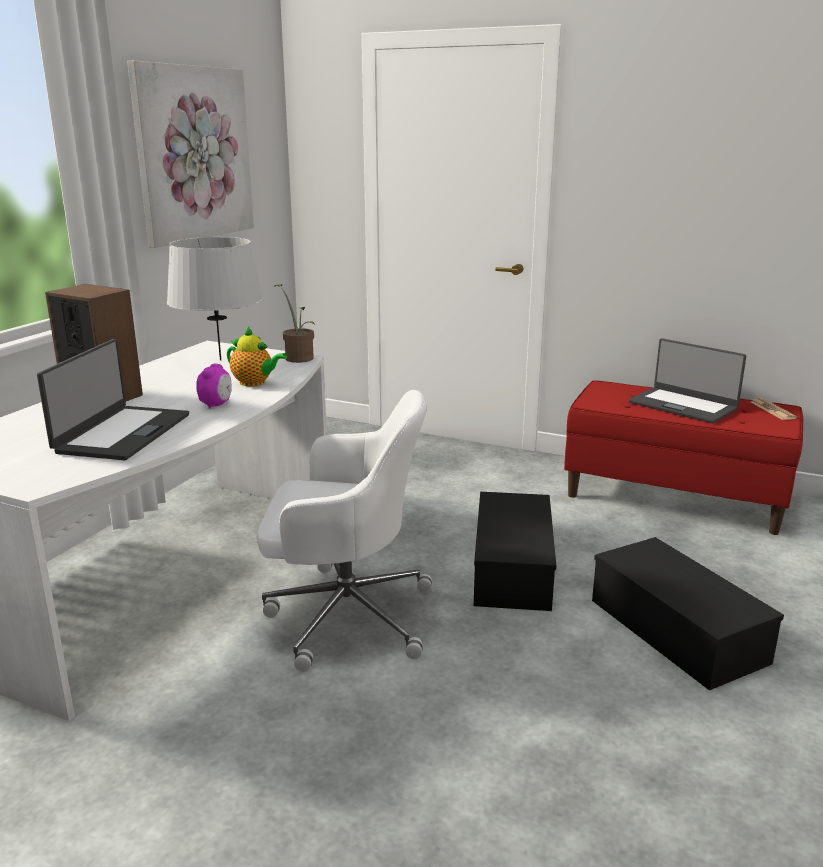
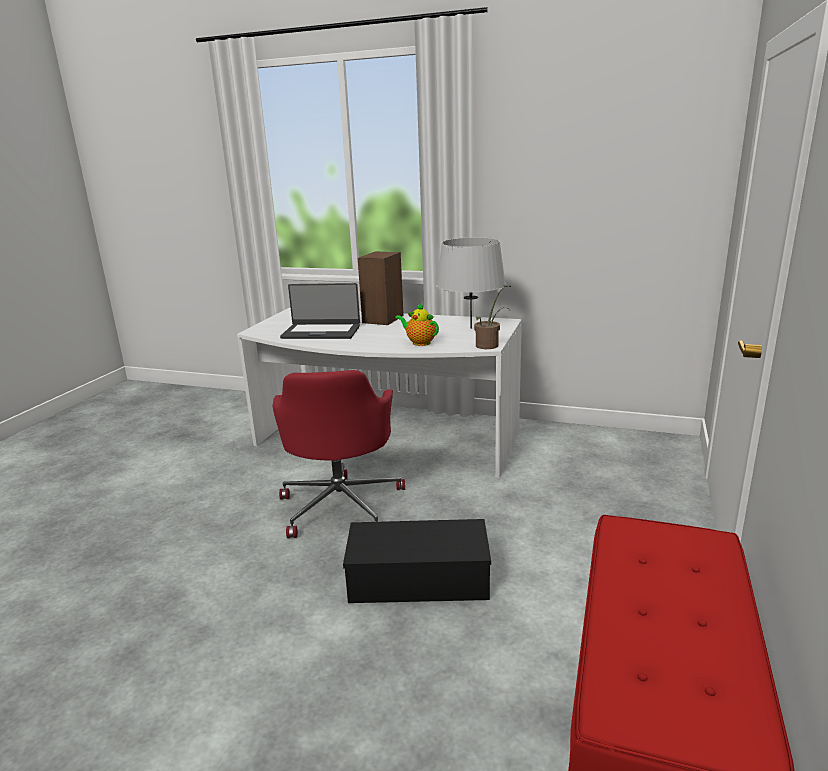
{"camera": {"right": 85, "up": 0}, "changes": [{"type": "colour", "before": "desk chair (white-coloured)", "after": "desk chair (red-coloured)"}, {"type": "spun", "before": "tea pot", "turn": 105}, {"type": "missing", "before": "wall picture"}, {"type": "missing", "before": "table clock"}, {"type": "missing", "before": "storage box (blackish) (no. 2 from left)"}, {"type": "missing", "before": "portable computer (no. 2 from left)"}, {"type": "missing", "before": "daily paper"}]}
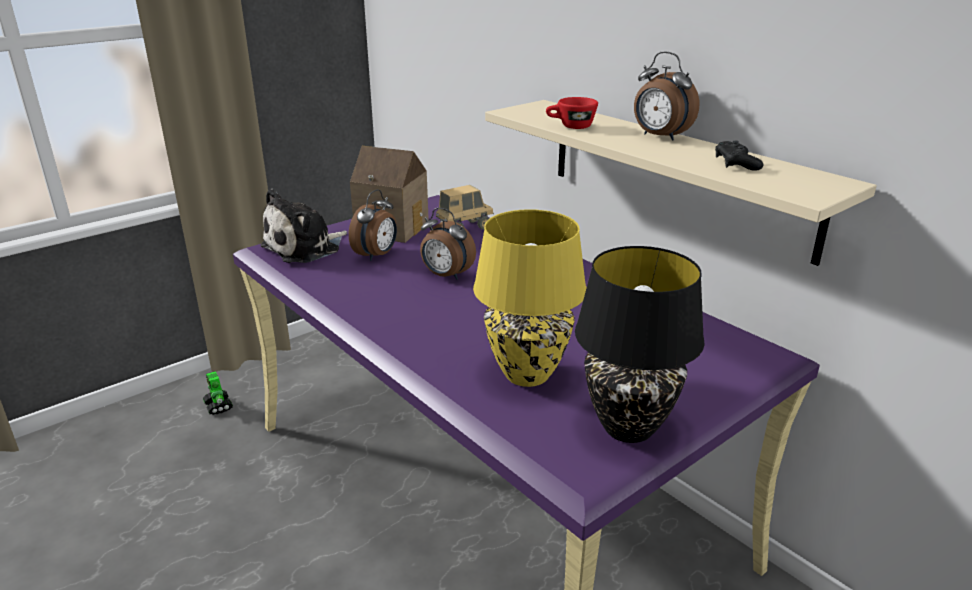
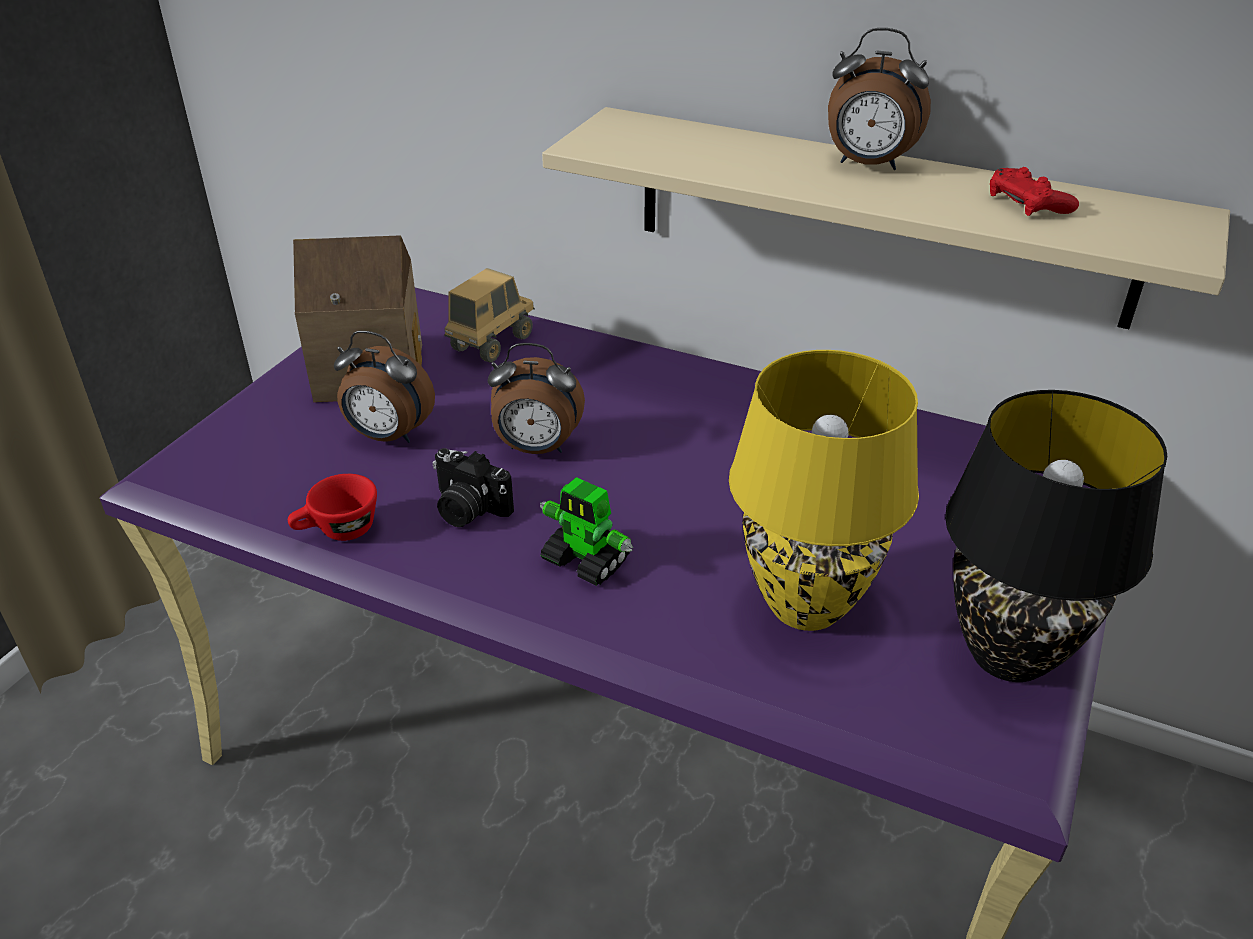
{"camera": {"right": -25, "up": 10}, "changes": [{"type": "relocated", "before": "drinking cup (red-coloured)"}, {"type": "spun", "before": "table clock (no. 1 from left)", "turn": 105}, {"type": "appeared", "after": "still camera"}, {"type": "relocated", "before": "toy robot"}, {"type": "colour", "before": "game controller (blackish)", "after": "game controller (red-coloured)"}, {"type": "missing", "before": "soft toy"}]}
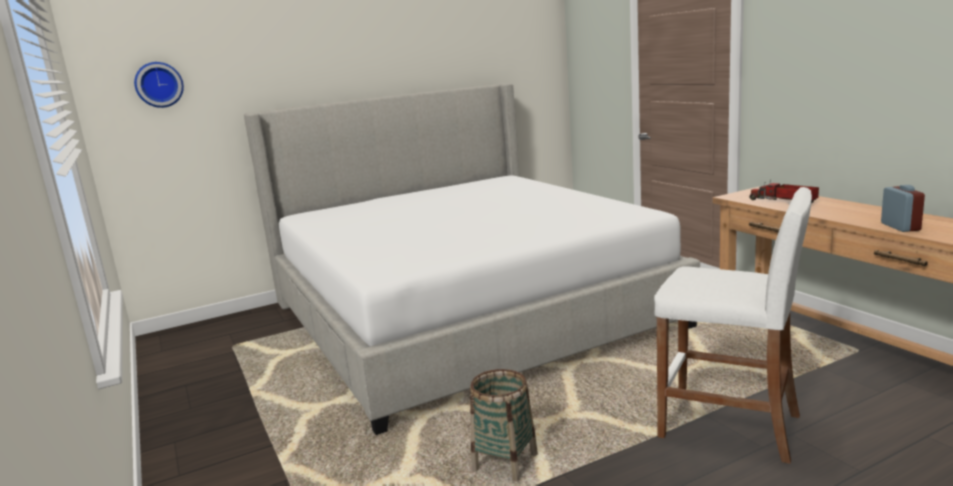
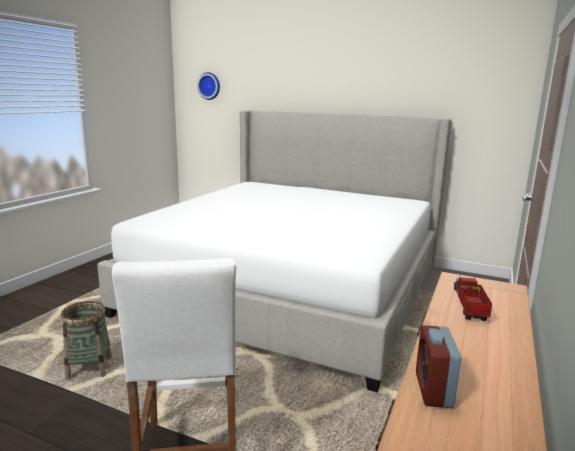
{"camera": {"right": 50, "up": 0}, "changes": [{"type": "spun", "before": "table clock", "turn": 135}]}
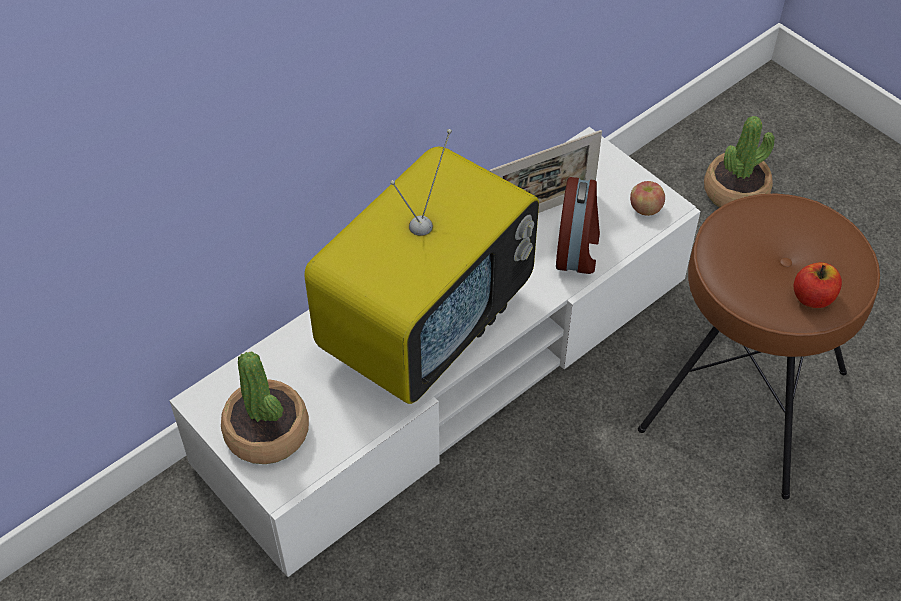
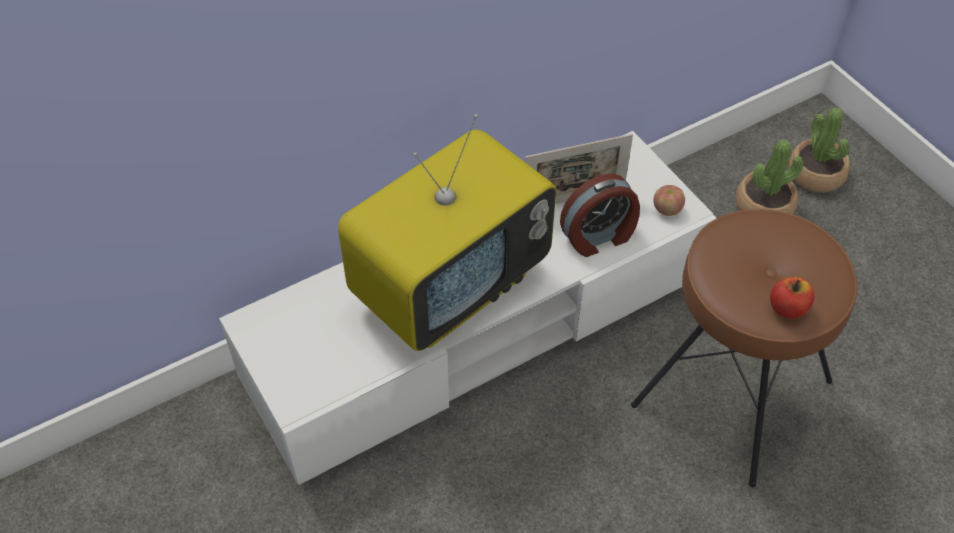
{"camera": {"right": 10, "up": 0}, "changes": [{"type": "spun", "before": "table clock", "turn": 45}, {"type": "relocated", "before": "houseplant (no. 1 from left in the first image)", "after": "houseplant (no. 2 from left)"}]}
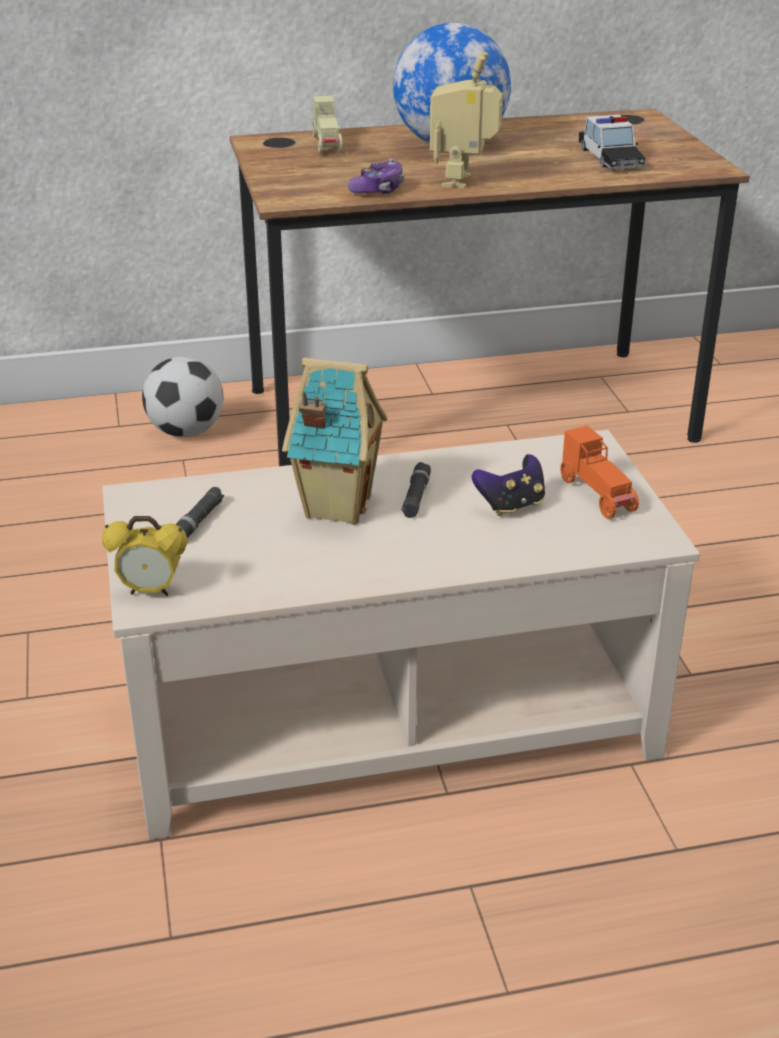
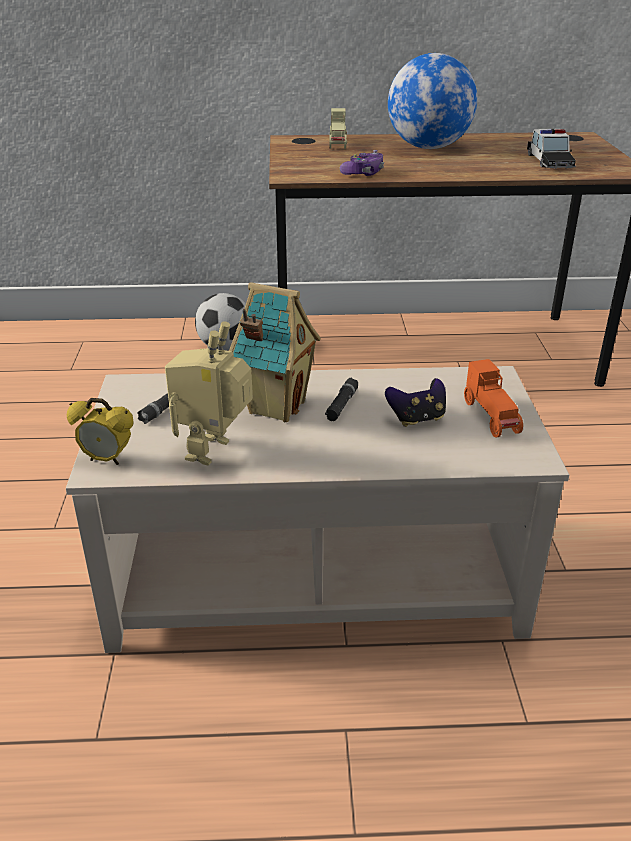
{"camera": {"right": 10, "up": 0}, "changes": [{"type": "relocated", "before": "toy robot"}]}
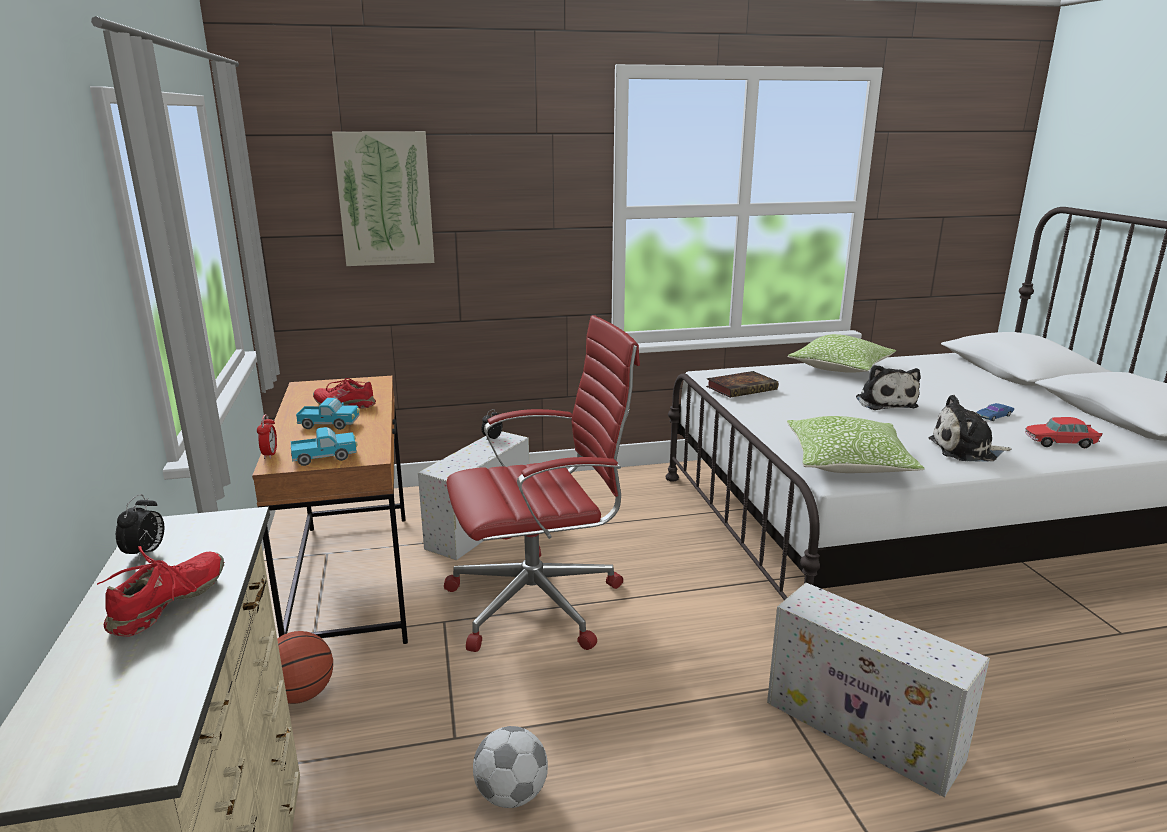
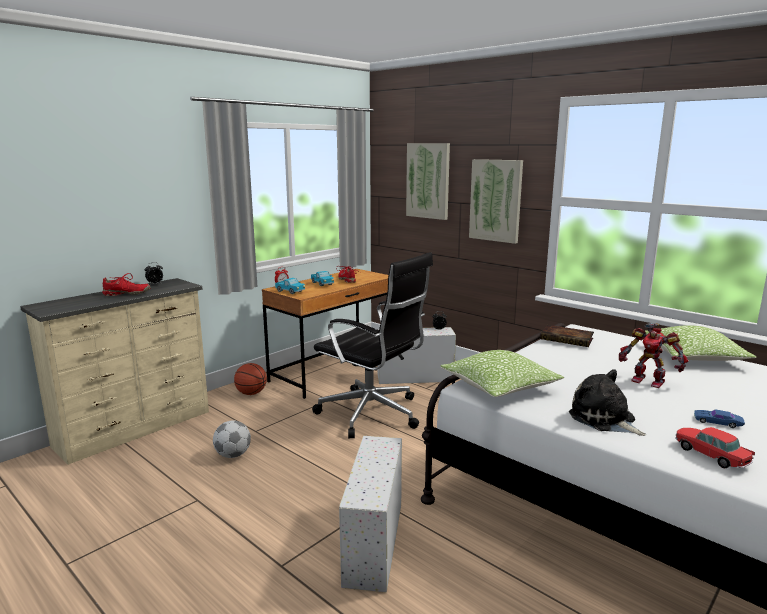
{"camera": {"right": 55, "up": -5}, "changes": [{"type": "colour", "before": "desk chair (red-coloured)", "after": "desk chair (blackish)"}, {"type": "appeared", "after": "wall picture (no. 2 from left)"}, {"type": "exchanged", "before": "soft toy (no. 1 from left)", "after": "toy robot"}]}
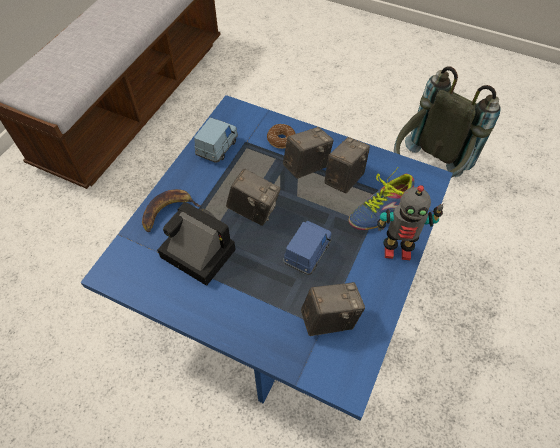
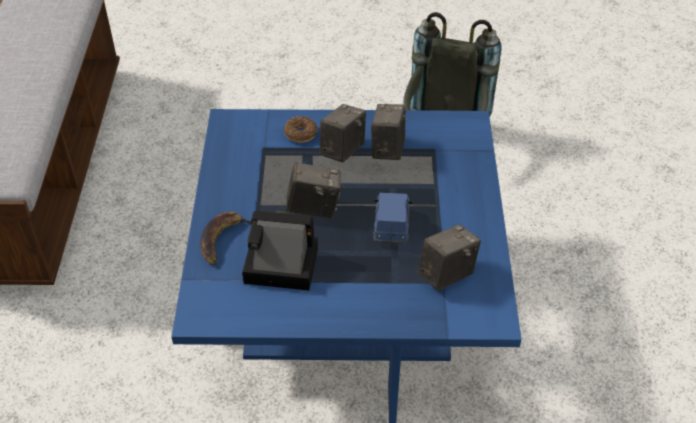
{"camera": {"right": -25, "up": -10}, "changes": [{"type": "missing", "before": "toy car (bluish) (no. 1 from left)"}, {"type": "missing", "before": "shoe"}, {"type": "missing", "before": "toy robot"}]}
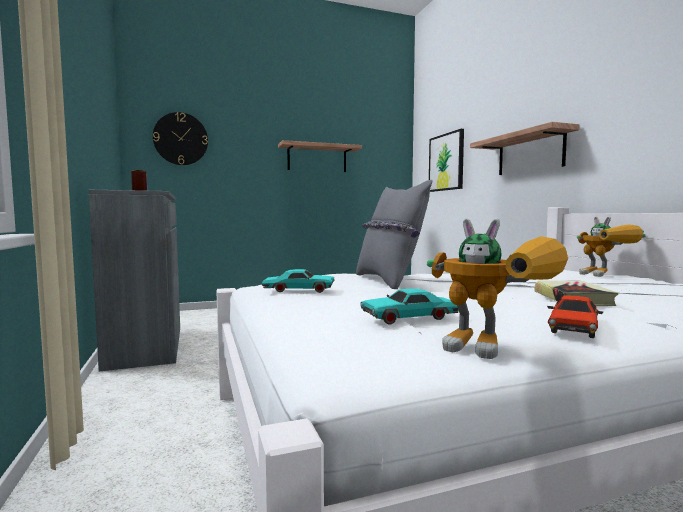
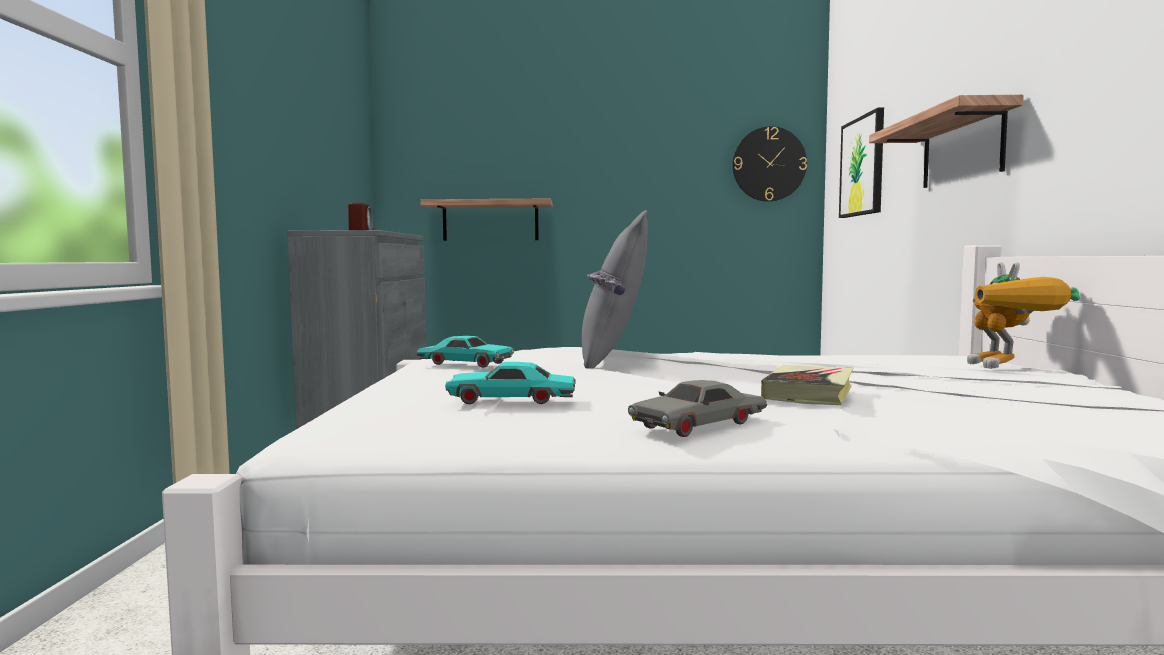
{"camera": {"right": 20, "up": 0}, "changes": [{"type": "relocated", "before": "bracket shelf (no. 1 from left)"}, {"type": "colour", "before": "toy car (red-coloured)", "after": "toy car (grey)"}, {"type": "relocated", "before": "clock on the wall"}, {"type": "missing", "before": "toy robot (no. 1 from left)"}]}
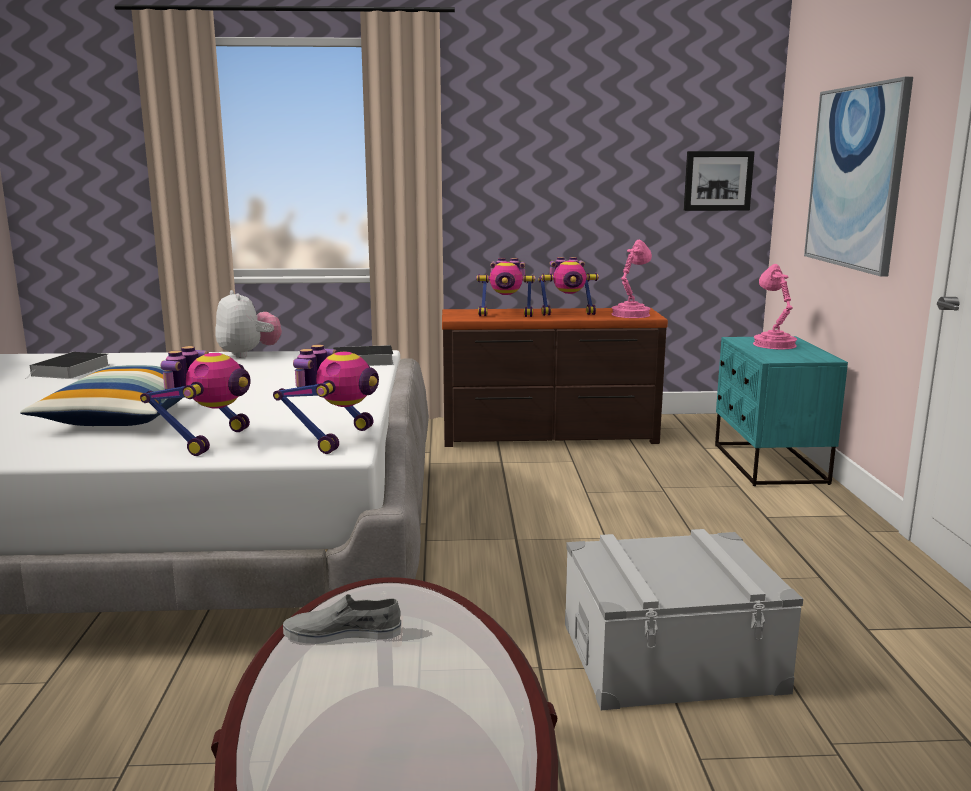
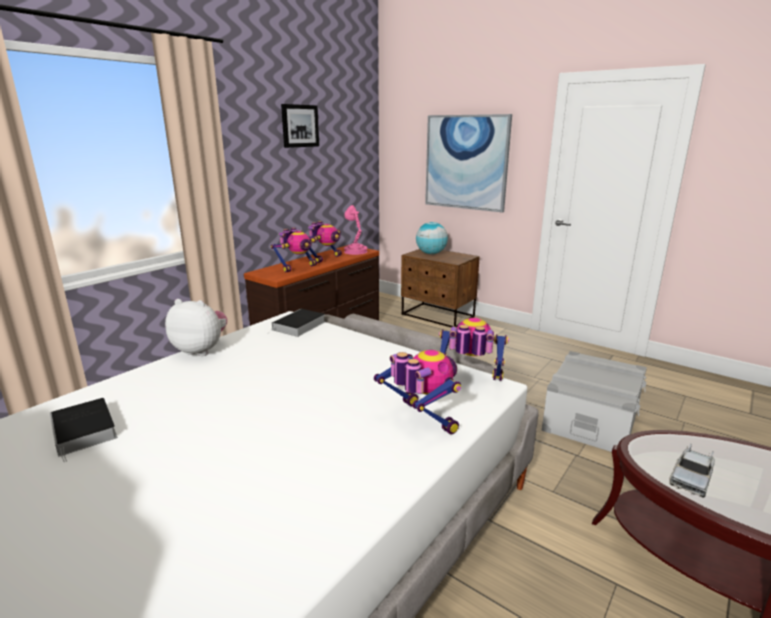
{"camera": {"right": -50, "up": 5}, "changes": [{"type": "relocated", "before": "wall picture (no. 1 from left)"}, {"type": "colour", "before": "night table (turquoise)", "after": "night table (brownish)"}, {"type": "exchanged", "before": "lamp for a table (pink) (no. 2 from left)", "after": "globe"}, {"type": "spun", "before": "toy robot (no. 2 from left in the first image)", "turn": -45}, {"type": "exchanged", "before": "shoe (grey)", "after": "toy lorry"}, {"type": "missing", "before": "throw pillow"}]}
